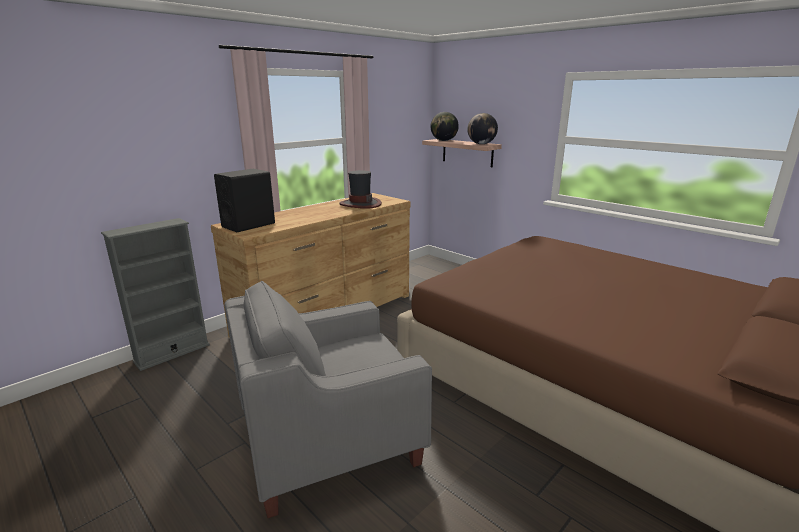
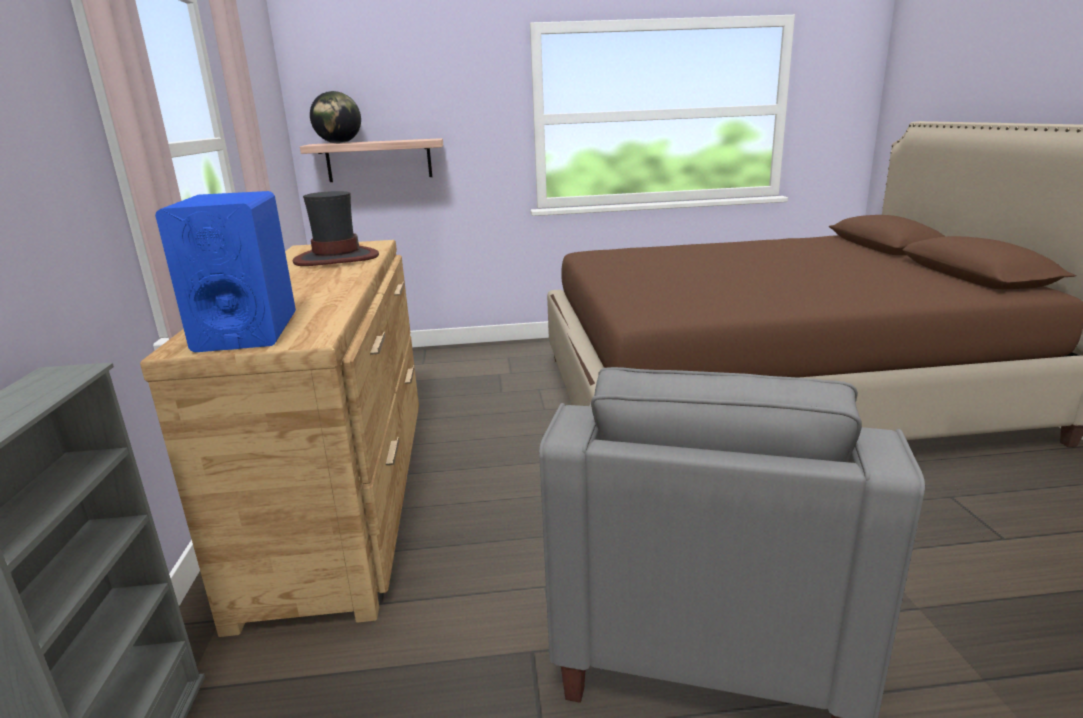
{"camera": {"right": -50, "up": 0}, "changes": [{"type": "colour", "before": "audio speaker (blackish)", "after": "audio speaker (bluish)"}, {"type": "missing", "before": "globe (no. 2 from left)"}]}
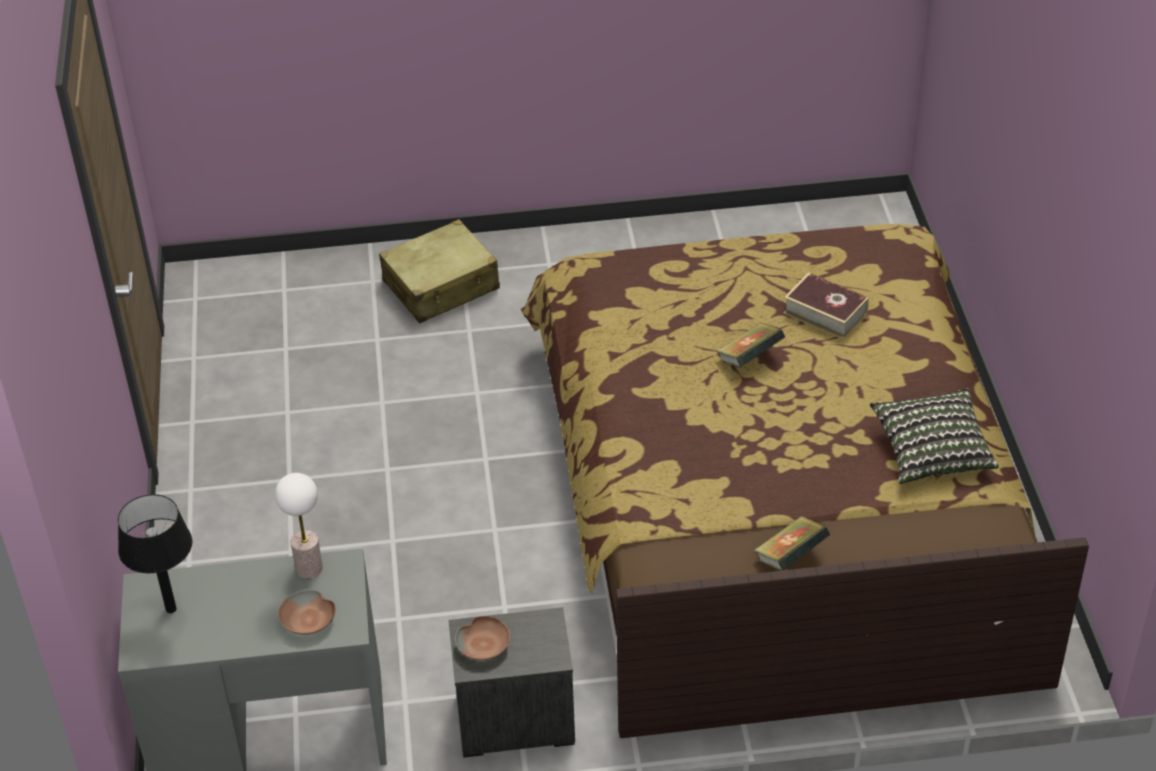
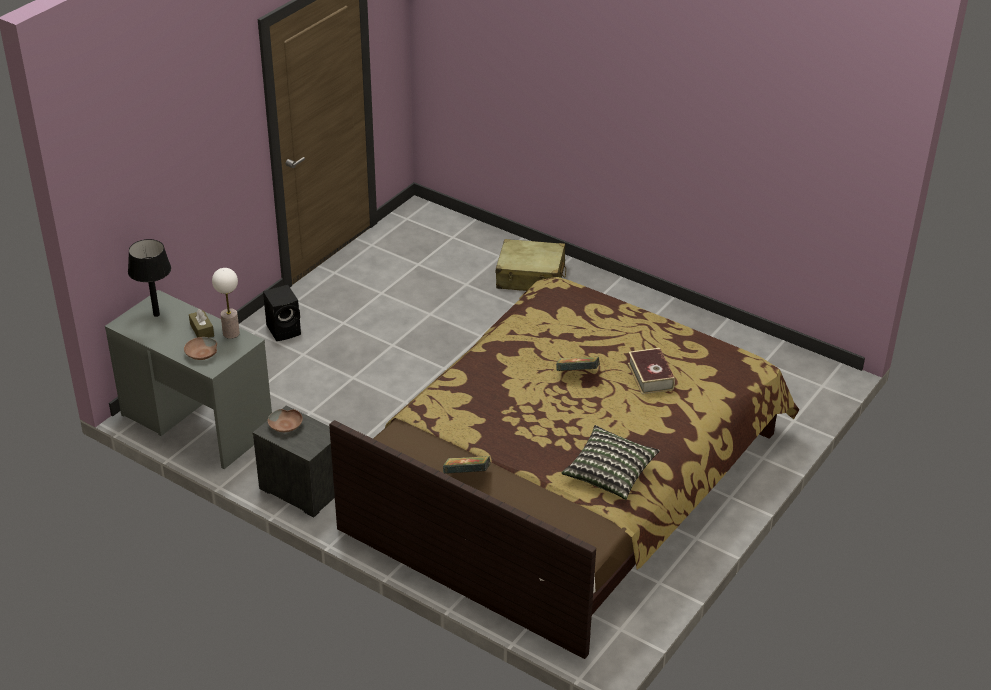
{"camera": {"right": 40, "up": -5}, "changes": [{"type": "appeared", "after": "tissue holder (brownish)"}, {"type": "appeared", "after": "audio speaker (blackish)"}]}
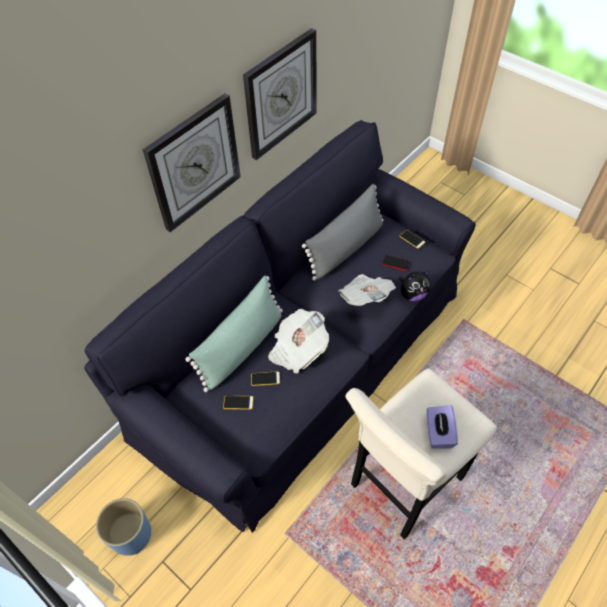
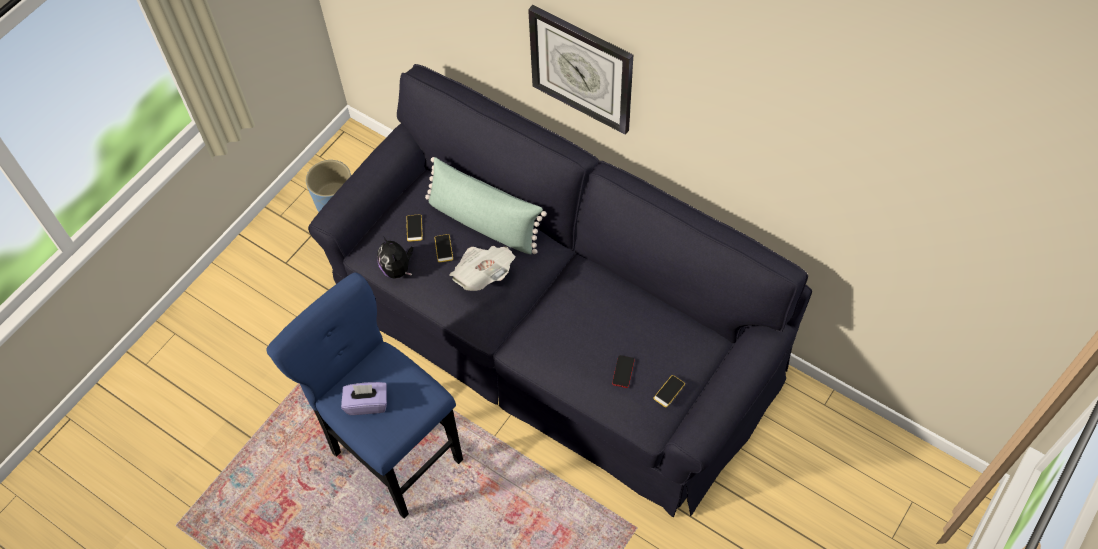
{"camera": {"right": 85, "up": 5}, "changes": [{"type": "colour", "before": "sitting stool (beige)", "after": "sitting stool (bluish)"}, {"type": "relocated", "before": "soft toy"}, {"type": "missing", "before": "clock on the wall (no. 2 from left)"}, {"type": "missing", "before": "throw pillow (grey)"}, {"type": "missing", "before": "daily paper (no. 2 from left)"}]}
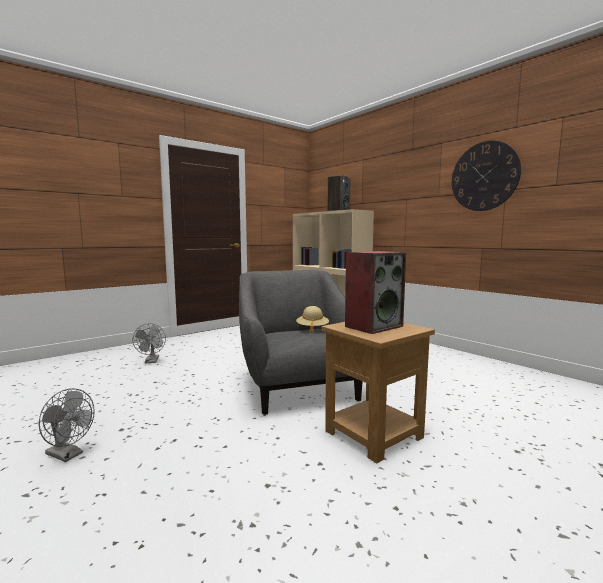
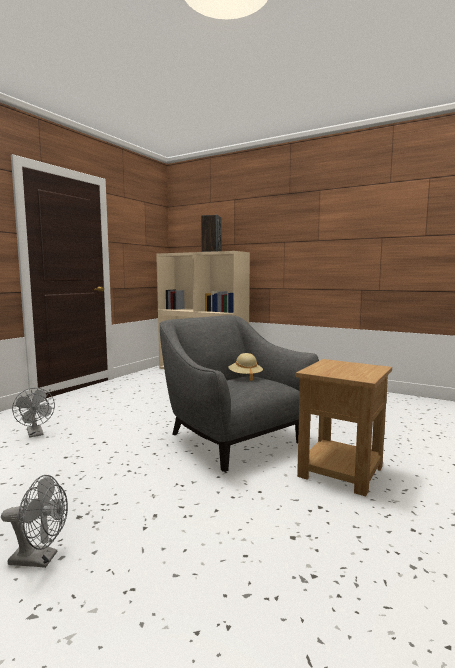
{"camera": {"right": -20, "up": 0}, "changes": [{"type": "missing", "before": "audio speaker (no. 2 from left)"}, {"type": "missing", "before": "clock on the wall"}]}
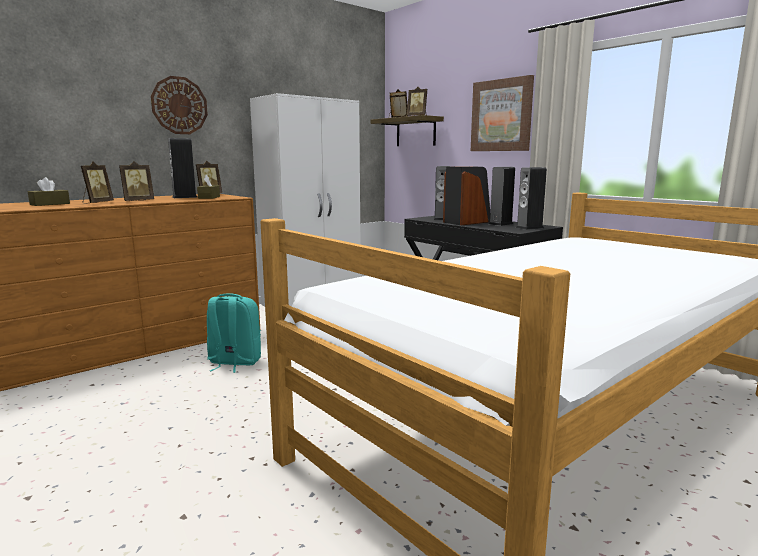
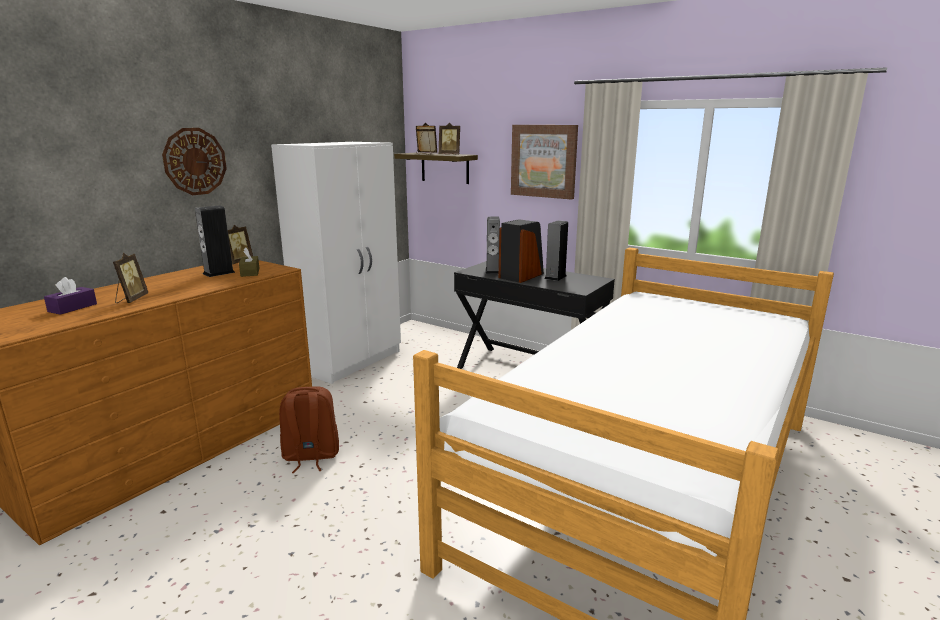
{"camera": {"right": -15, "up": 5}, "changes": [{"type": "colour", "before": "tissue holder (brownish) (no. 1 from left)", "after": "tissue holder (purple-coloured)"}, {"type": "colour", "before": "knapsack (turquoise)", "after": "knapsack (brownish)"}, {"type": "missing", "before": "picture frame (no. 2 from left)"}, {"type": "missing", "before": "audio speaker (no. 5 from left)"}]}
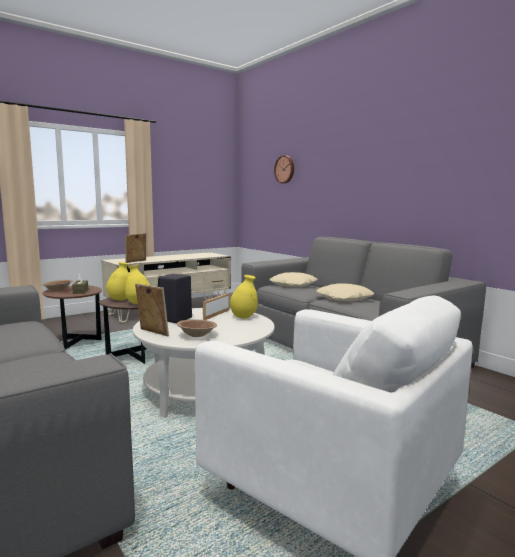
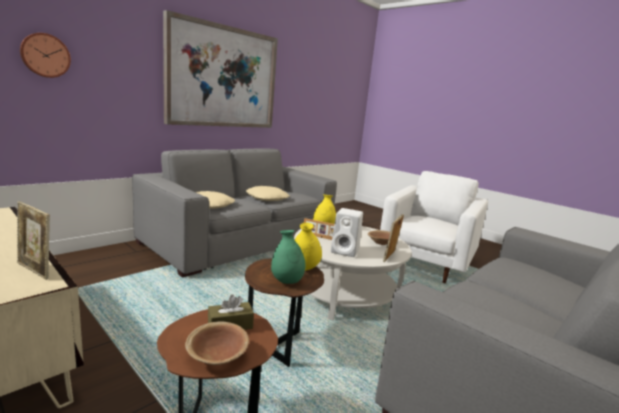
{"camera": {"right": -100, "up": 5}, "changes": [{"type": "appeared", "after": "wall picture"}, {"type": "colour", "before": "vase (yellow) (no. 1 from left)", "after": "vase (greenish)"}, {"type": "colour", "before": "audio speaker (blackish)", "after": "audio speaker (white-coloured)"}]}
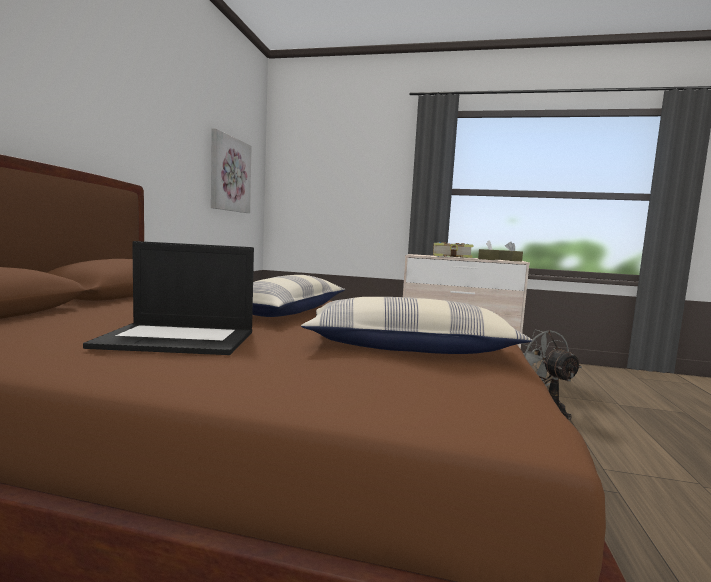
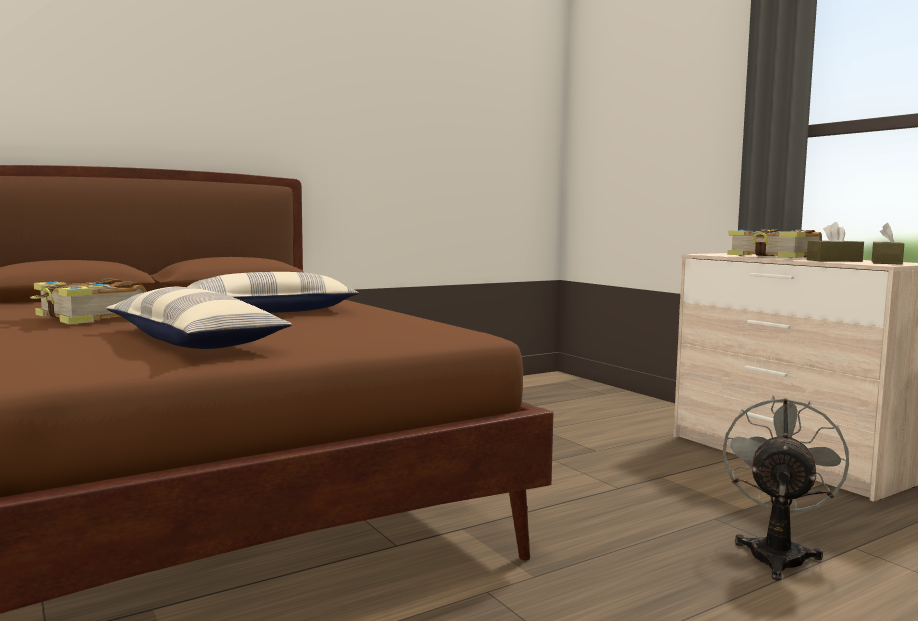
{"camera": {"right": 45, "up": 0}, "changes": [{"type": "exchanged", "before": "portable computer", "after": "volume (no. 1 from left)"}, {"type": "missing", "before": "wall picture"}]}
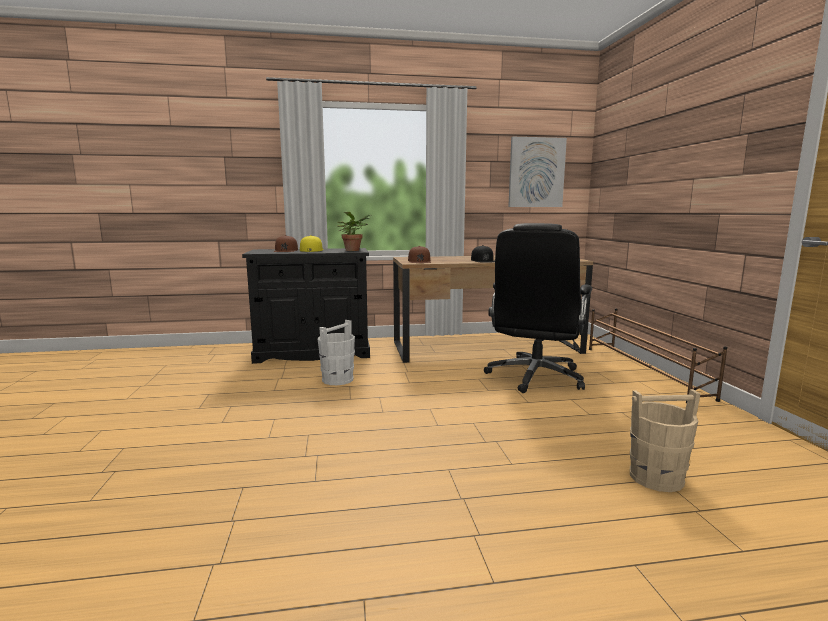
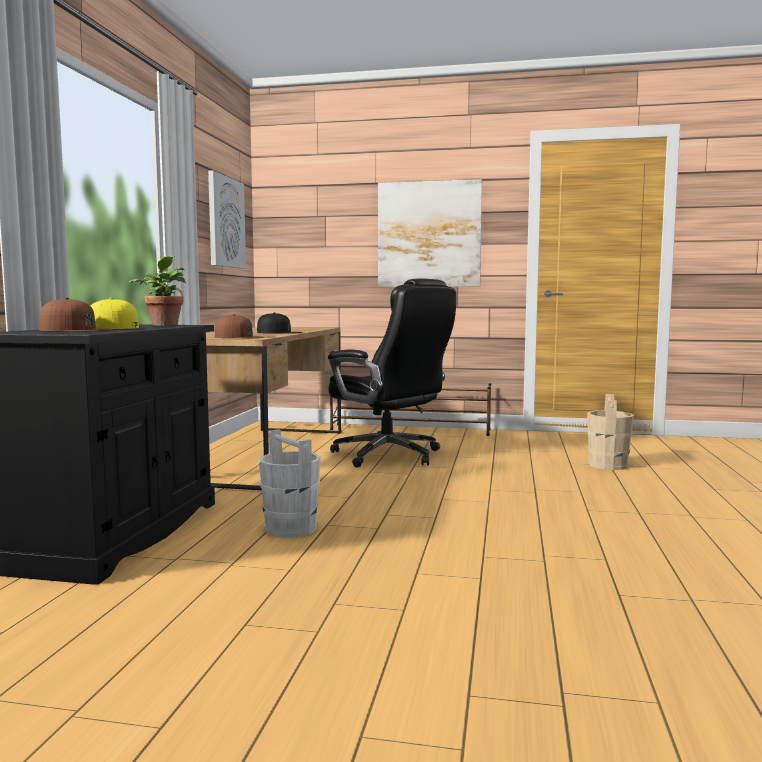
{"camera": {"right": -70, "up": -5}, "changes": [{"type": "appeared", "after": "wall picture (no. 2 from left)"}]}
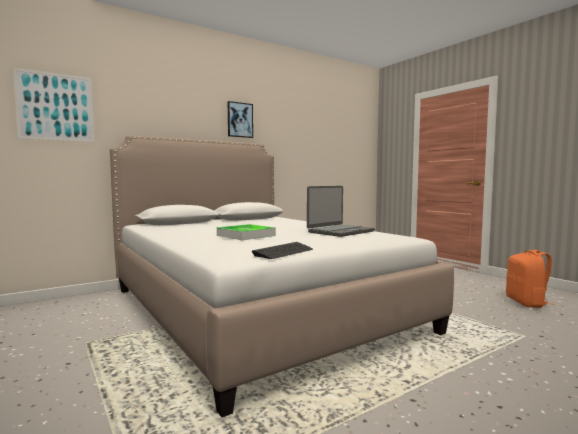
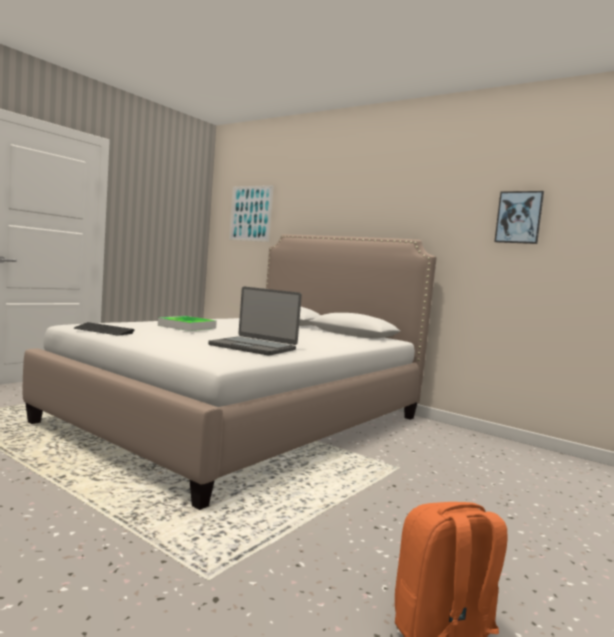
{"camera": {"right": 70, "up": 0}, "changes": [{"type": "relocated", "before": "wall picture (no. 2 from left)"}]}
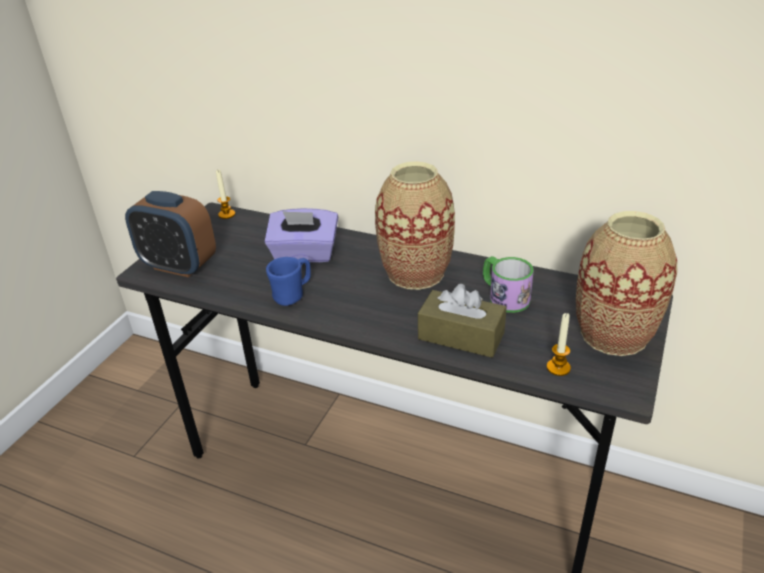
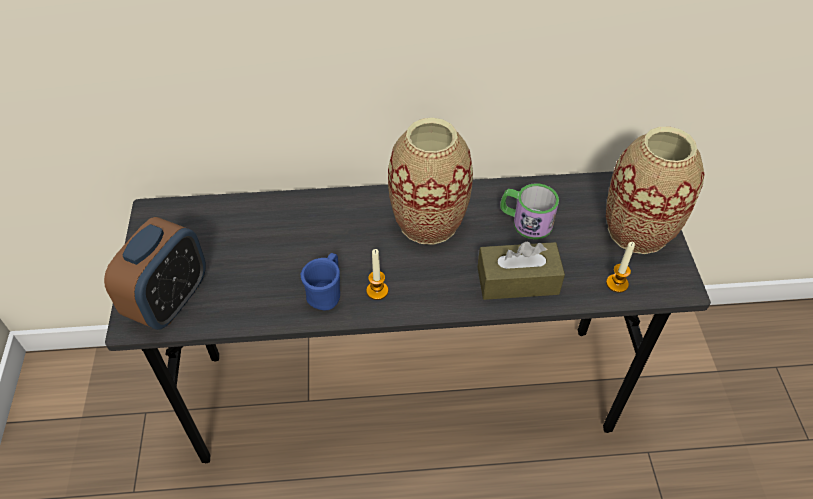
{"camera": {"right": -30, "up": 15}, "changes": [{"type": "spun", "before": "table clock", "turn": -60}, {"type": "relocated", "before": "wax candle (no. 1 from left)"}, {"type": "missing", "before": "tissue holder (purple-coloured)"}]}
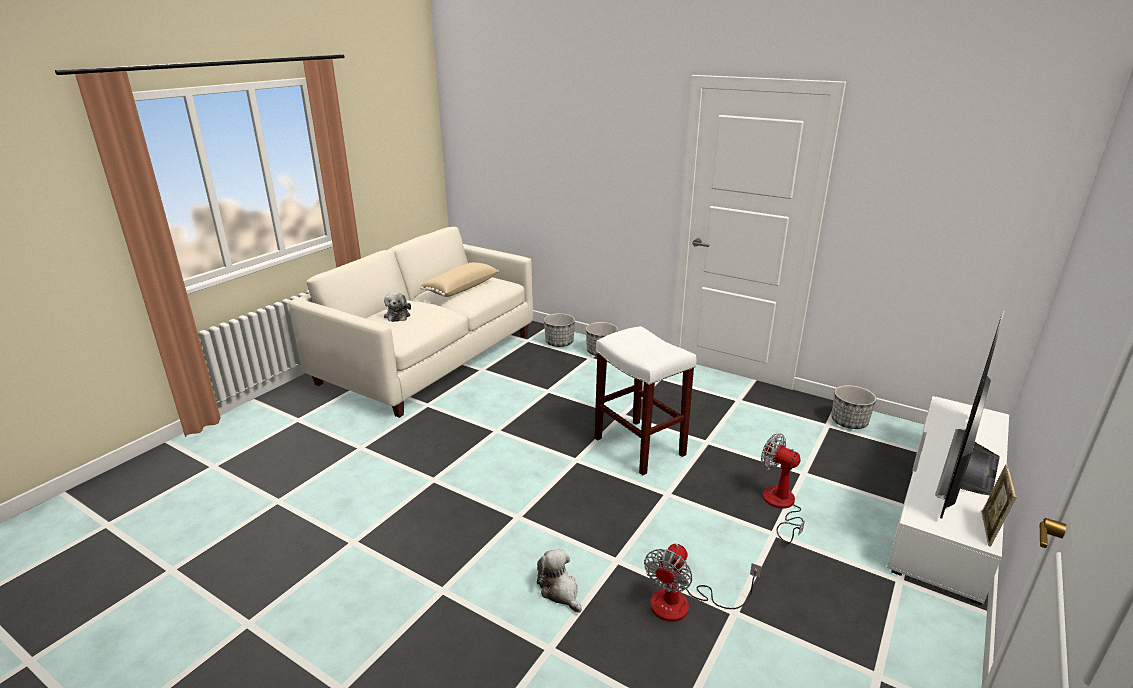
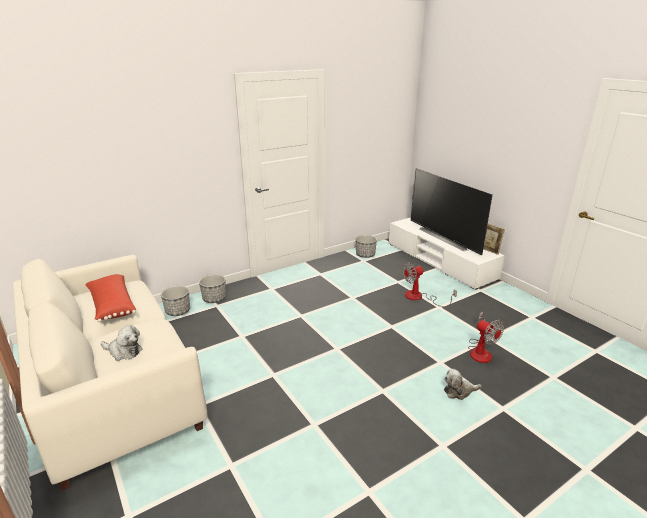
{"camera": {"right": -65, "up": 0}, "changes": [{"type": "colour", "before": "throw pillow (beige)", "after": "throw pillow (red-coloured)"}, {"type": "missing", "before": "sitting stool (white-coloured)"}]}
